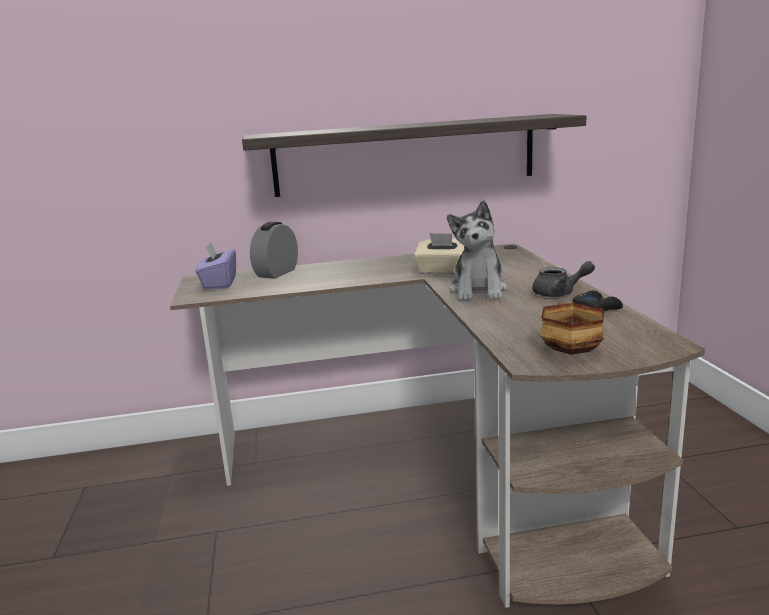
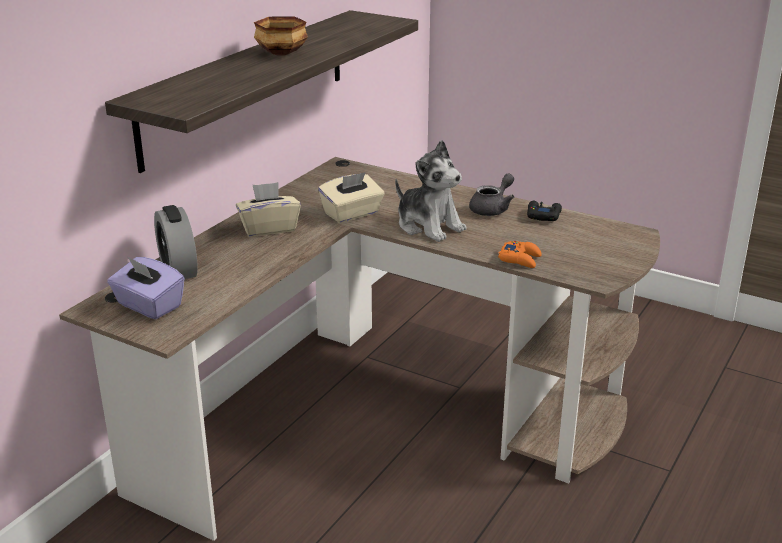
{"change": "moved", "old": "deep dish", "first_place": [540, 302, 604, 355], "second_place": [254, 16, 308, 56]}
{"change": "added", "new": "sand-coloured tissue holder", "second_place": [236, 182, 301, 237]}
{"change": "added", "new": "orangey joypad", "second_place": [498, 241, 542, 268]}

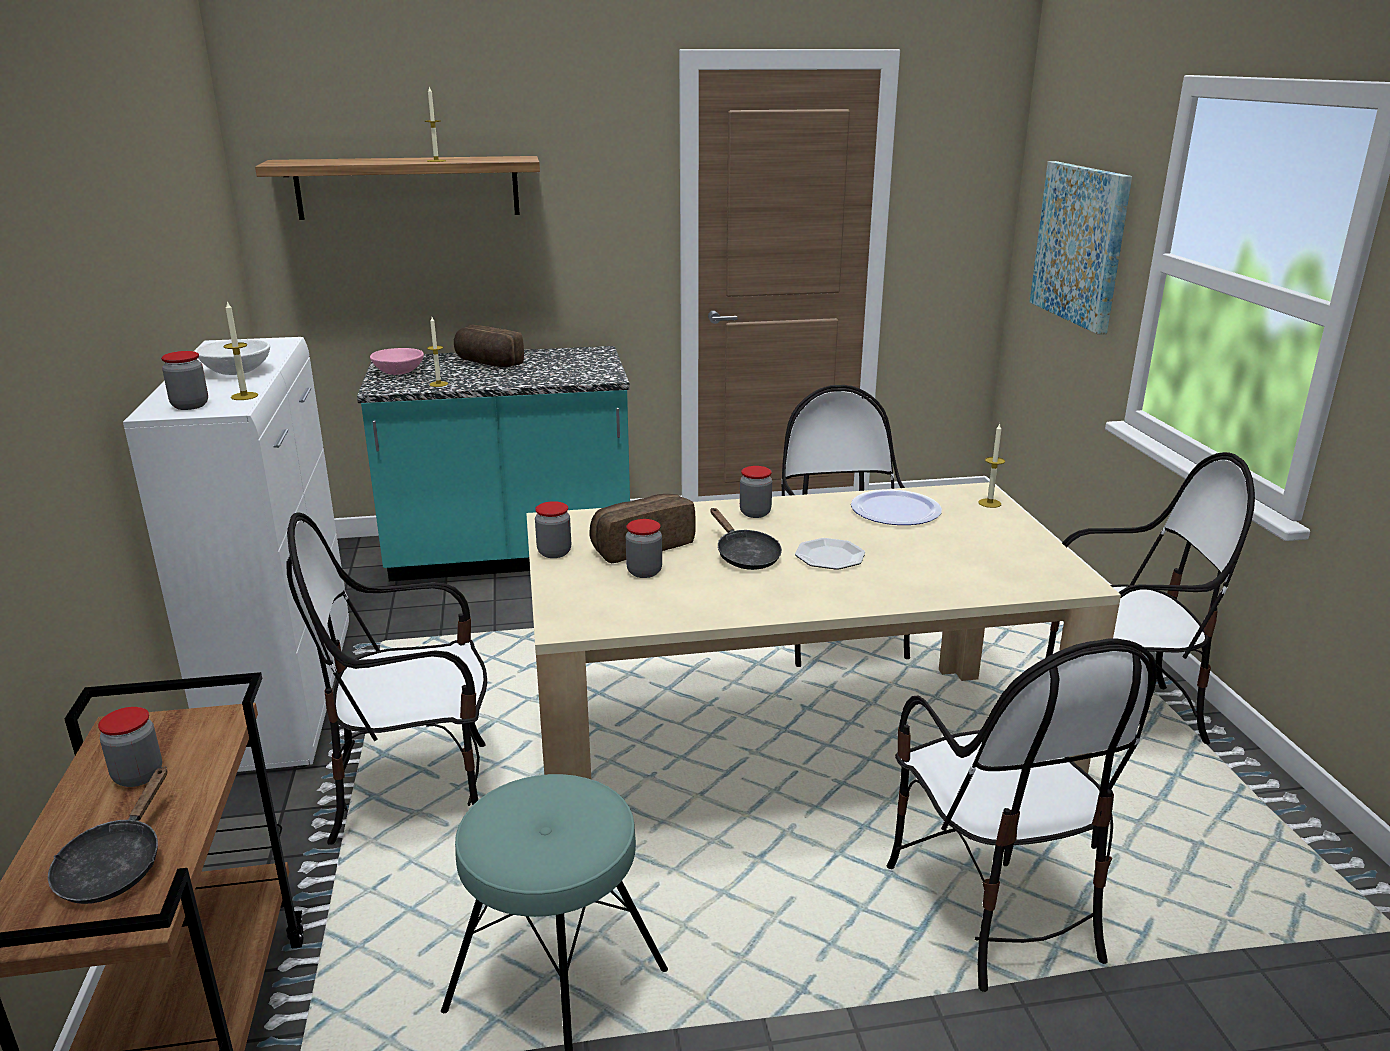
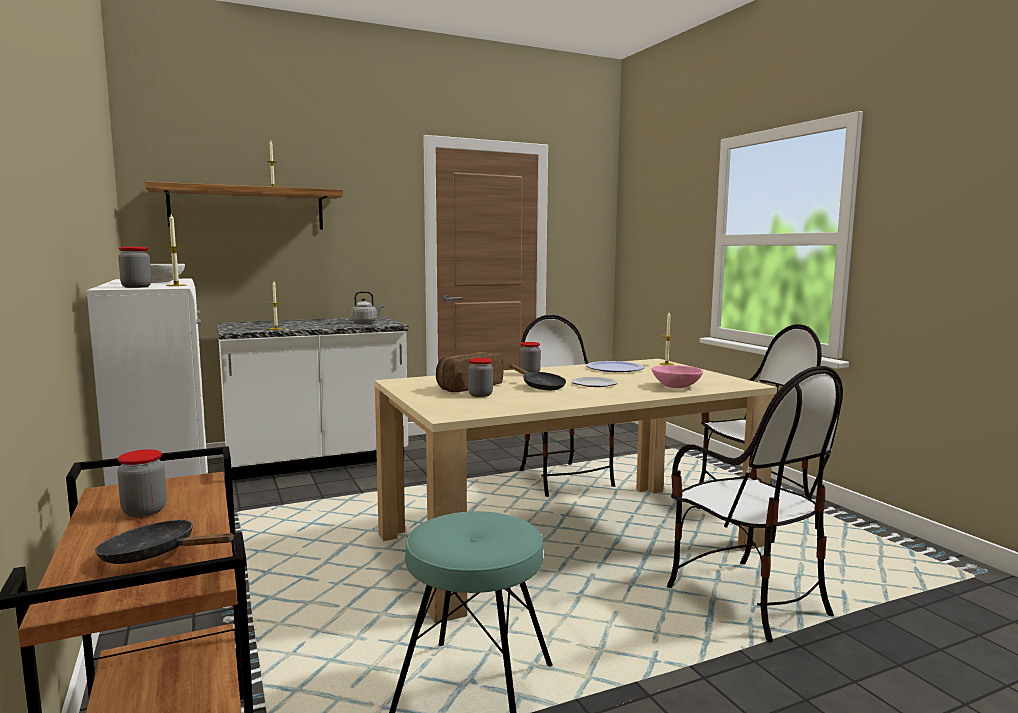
{"change": "turned", "old": "blackish skillet", "first_place": [48, 767, 167, 904], "second_place": [95, 519, 234, 564], "degrees": 120}
{"change": "removed", "old": "chair", "first_place": [287, 512, 487, 845]}
{"change": "recoloured", "old": "turquoise-coloured kitchen counter", "new": "white kitchen counter", "first_place": [357, 346, 630, 581], "second_place": [216, 317, 409, 480]}
{"change": "moved", "old": "pink-coloured deep dish", "first_place": [370, 348, 424, 375], "second_place": [652, 365, 703, 388]}
{"change": "removed", "old": "bread", "first_place": [454, 325, 524, 367]}
{"change": "removed", "old": "preserve jar", "first_place": [535, 501, 571, 558]}
{"change": "removed", "old": "picture", "first_place": [1030, 161, 1132, 335]}
{"change": "added", "new": "gray kettle", "second_place": [351, 291, 384, 323]}

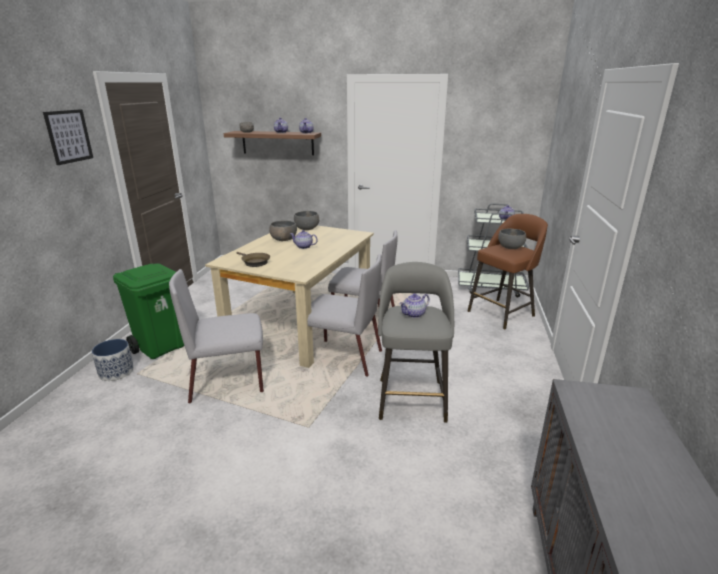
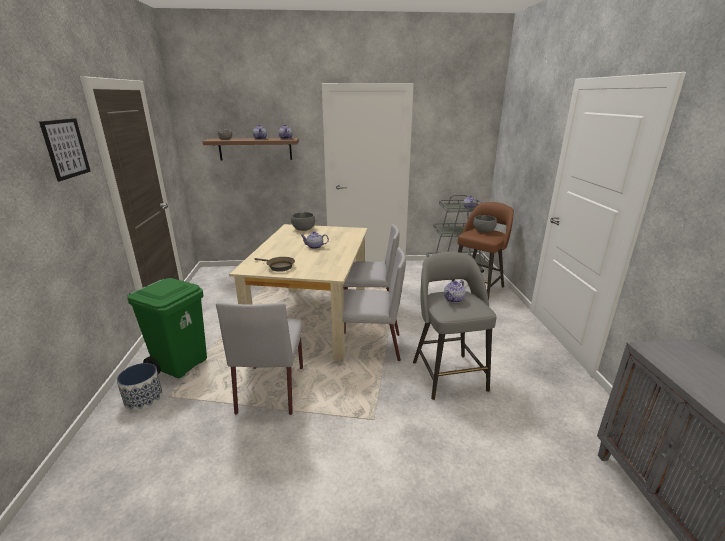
{"change": "turned", "old": "gray chair", "first_place": [169, 269, 264, 403], "second_place": [216, 302, 303, 415], "degrees": -60}
{"change": "removed", "old": "gray deep dish", "first_place": [269, 220, 297, 241]}

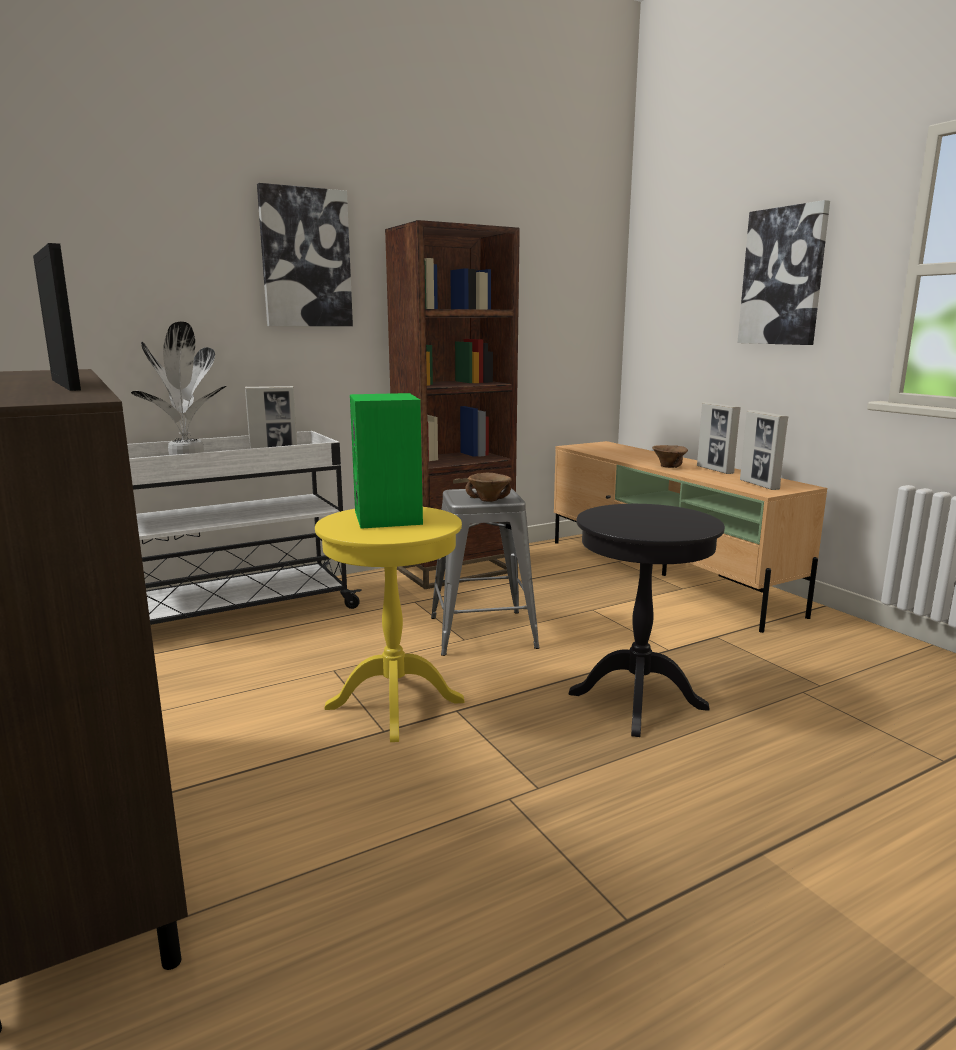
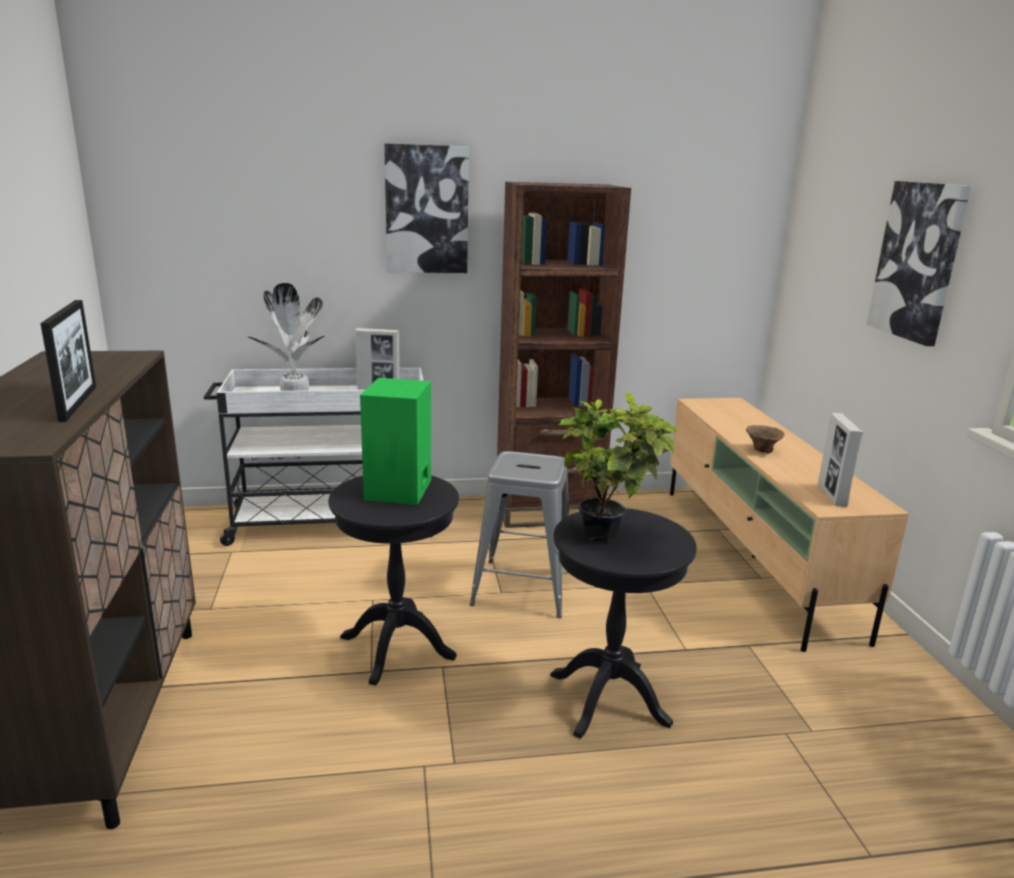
{"change": "recoloured", "old": "yellowish accent table", "new": "blackish accent table", "first_place": [315, 507, 465, 742], "second_place": [328, 475, 459, 685]}
{"change": "removed", "old": "brownish deep dish", "first_place": [465, 473, 512, 502]}
{"change": "removed", "old": "standing frame", "first_place": [697, 402, 741, 474]}
{"change": "added", "new": "houseplant", "second_place": [558, 392, 677, 543]}

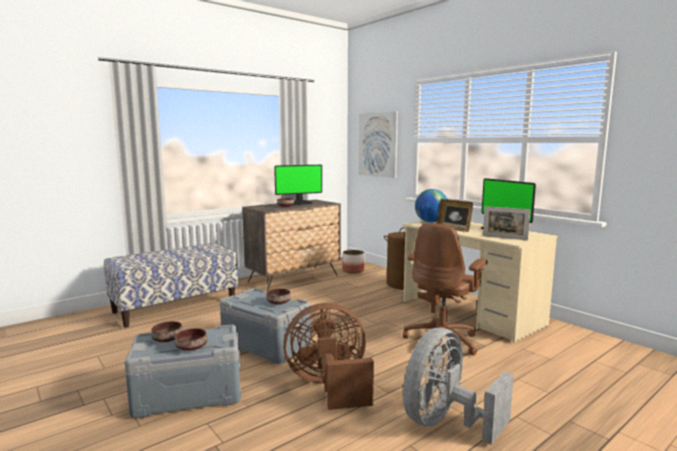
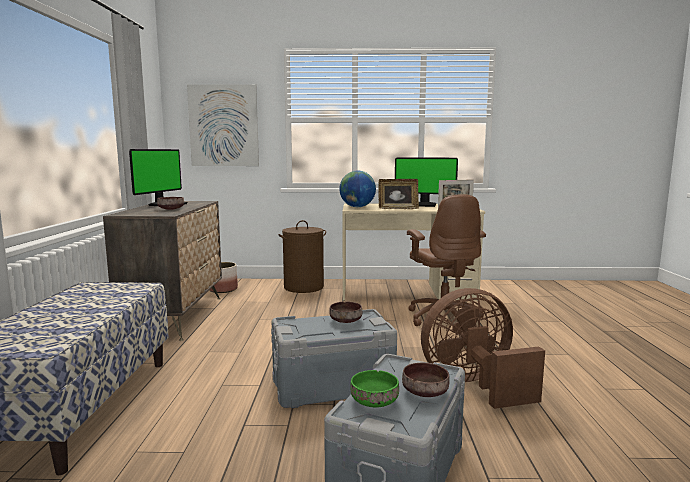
{"change": "recoloured", "old": "brownish deep dish", "new": "green deep dish", "first_place": [151, 321, 183, 342], "second_place": [350, 370, 399, 407]}
{"change": "turned", "old": "brownish electric fan", "first_place": [283, 303, 374, 410], "second_place": [421, 288, 545, 409], "degrees": 45}
{"change": "removed", "old": "gray electric fan", "first_place": [403, 328, 514, 445]}

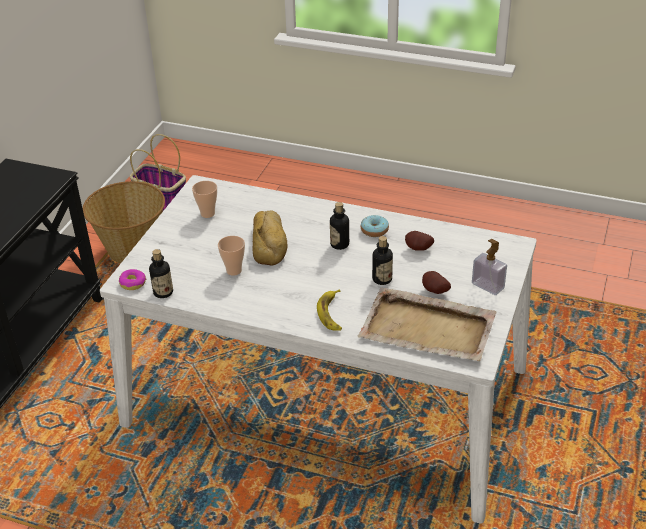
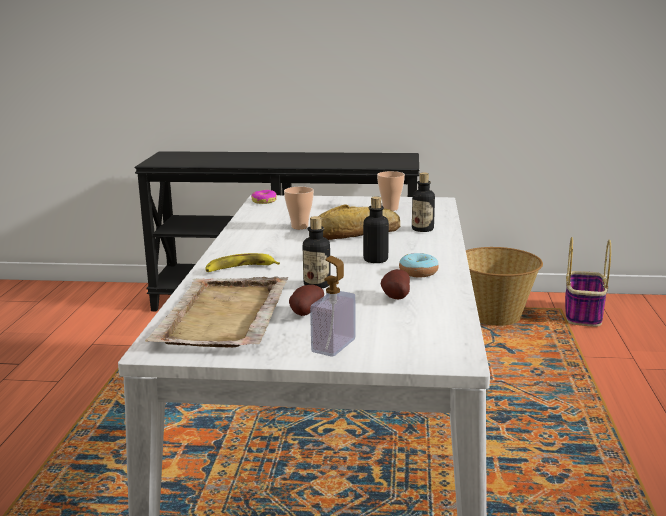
{"change": "moved", "old": "bottle", "first_place": [149, 249, 173, 298], "second_place": [412, 173, 435, 232]}

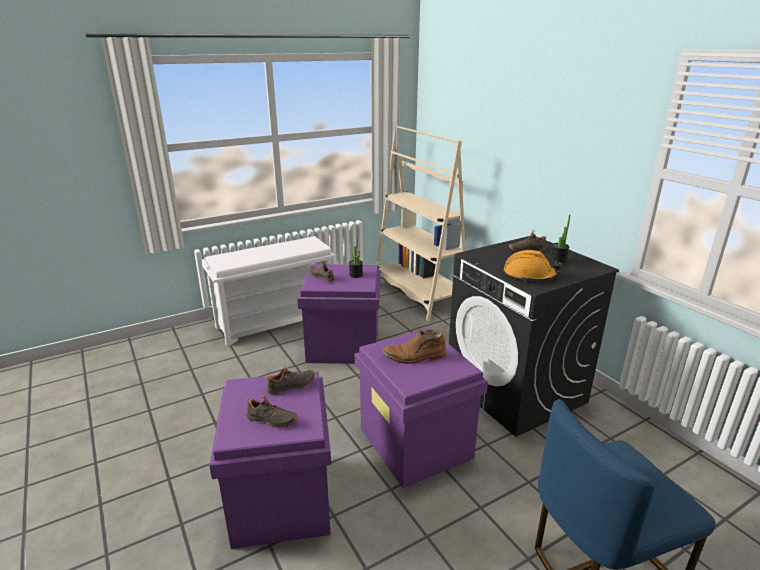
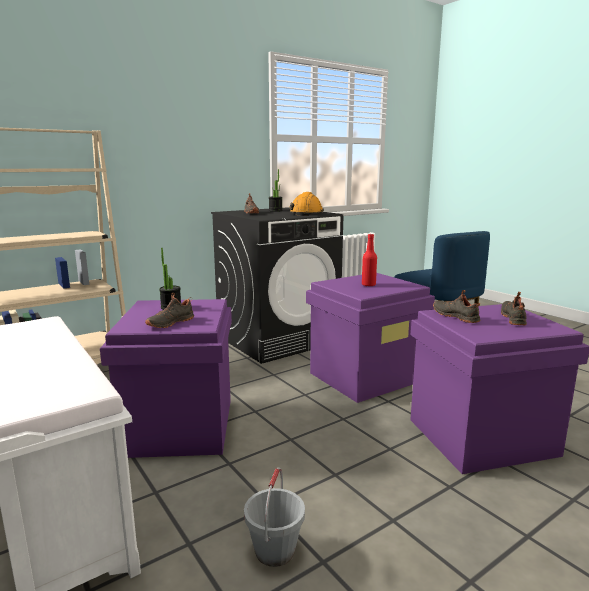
{"change": "replaced", "old": "brownish high-top boot", "new": "red bottle", "first_place": [382, 330, 447, 364], "second_place": [362, 234, 377, 286]}
{"change": "added", "new": "gray water bucket", "second_place": [244, 468, 305, 567]}

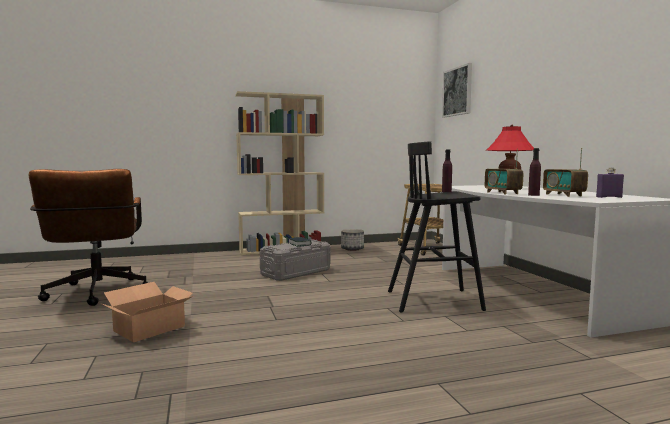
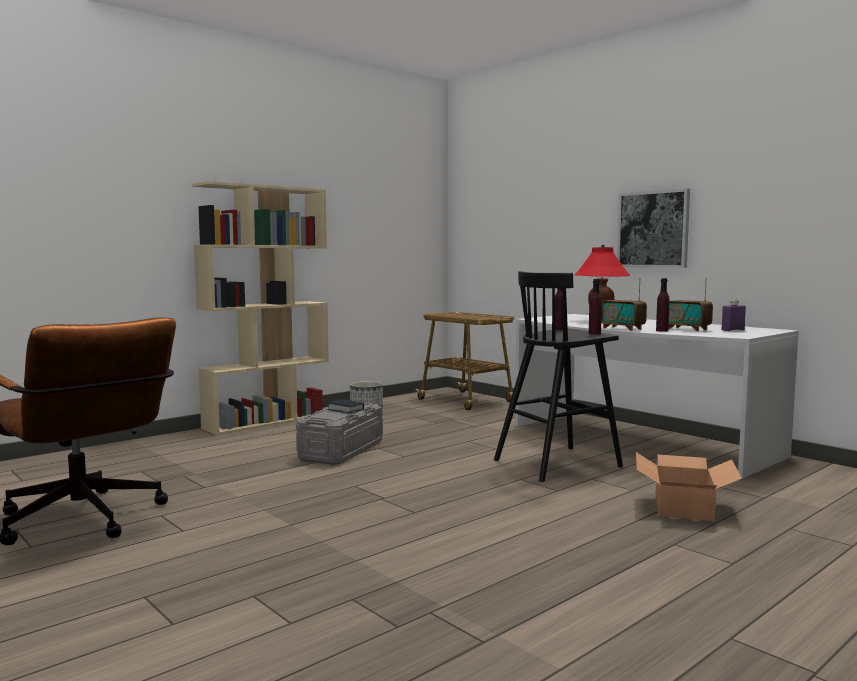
{"change": "moved", "old": "carton", "first_place": [100, 282, 193, 342], "second_place": [636, 452, 742, 521]}
{"change": "moved", "old": "picture", "first_place": [442, 63, 472, 117], "second_place": [617, 188, 690, 268]}
{"change": "added", "new": "purple bottle", "second_place": [589, 279, 602, 334]}

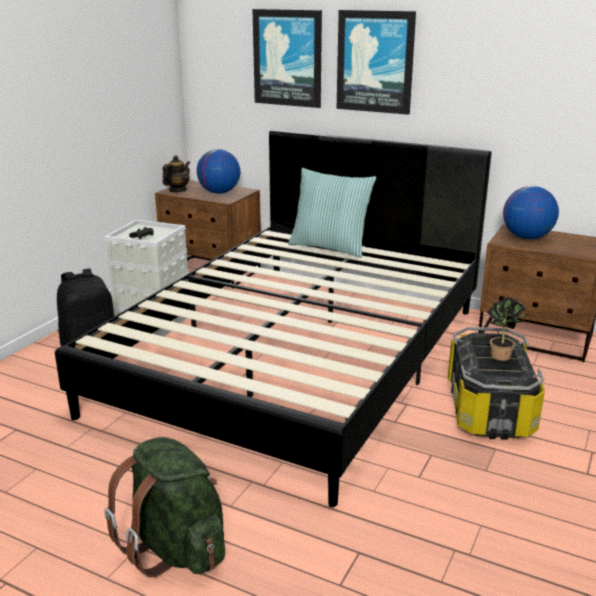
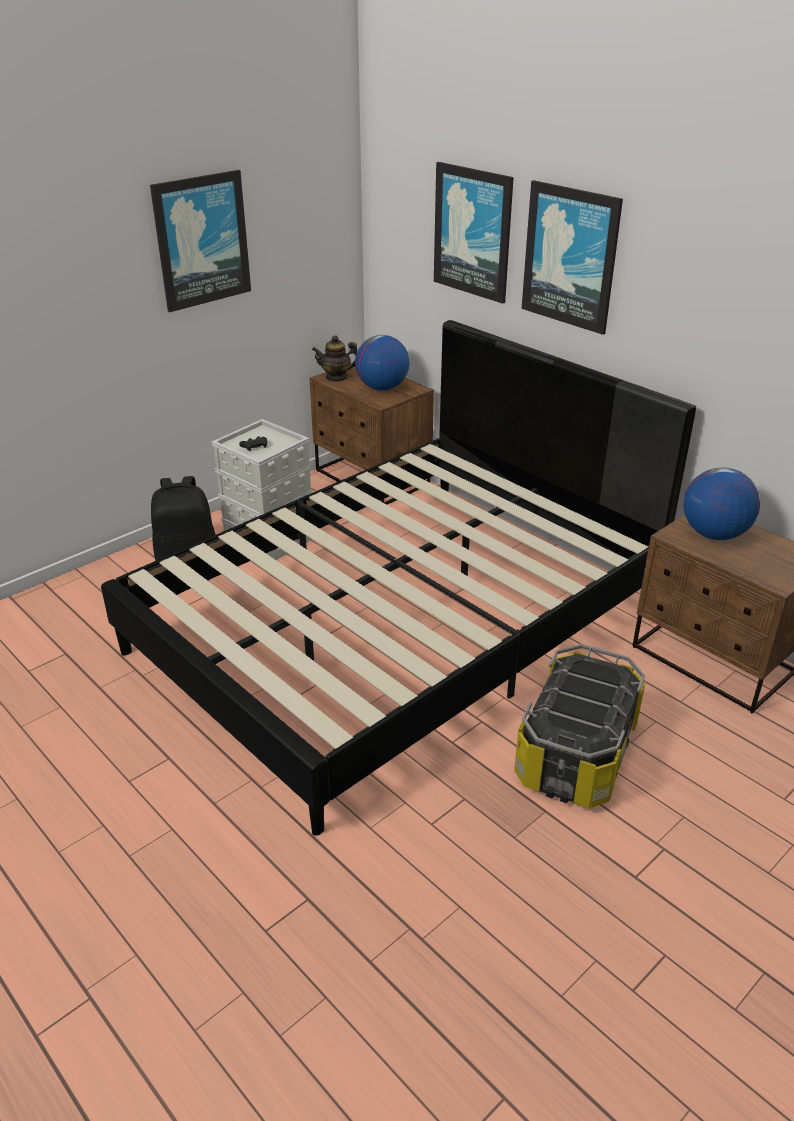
{"change": "removed", "old": "green backpack", "first_place": [104, 437, 225, 578]}
{"change": "turned", "old": "teapot", "first_place": [163, 155, 190, 192], "second_place": [312, 335, 357, 382], "degrees": -150}
{"change": "removed", "old": "cushion", "first_place": [288, 168, 376, 258]}
{"change": "removed", "old": "houseplant", "first_place": [487, 297, 531, 361]}
{"change": "added", "new": "picture", "second_place": [150, 170, 251, 312]}

